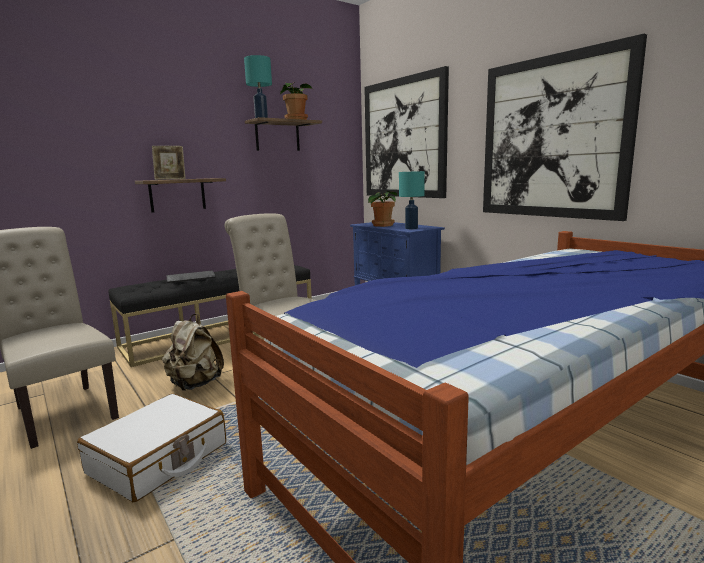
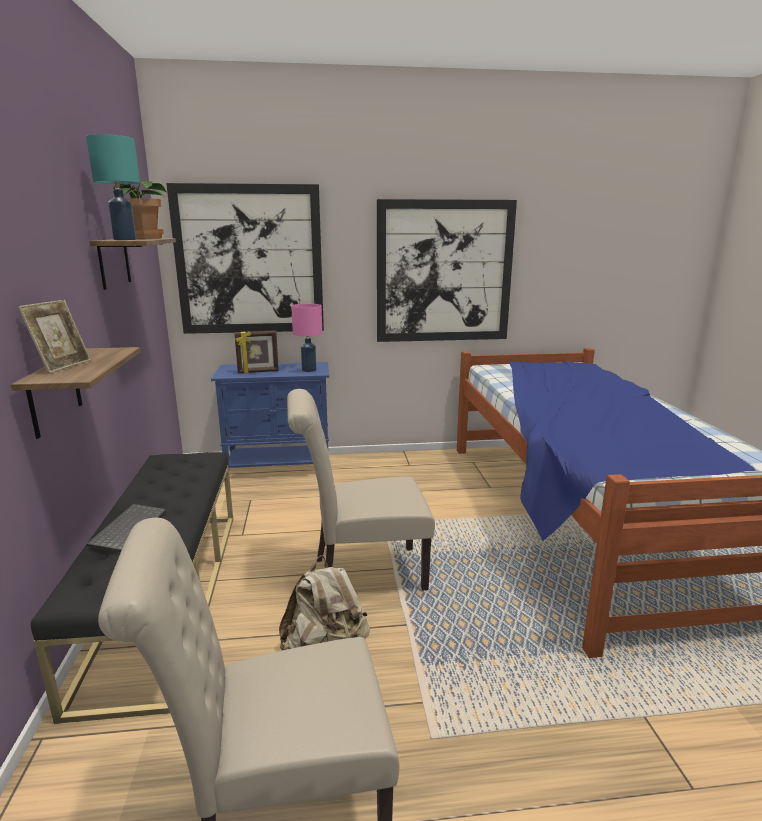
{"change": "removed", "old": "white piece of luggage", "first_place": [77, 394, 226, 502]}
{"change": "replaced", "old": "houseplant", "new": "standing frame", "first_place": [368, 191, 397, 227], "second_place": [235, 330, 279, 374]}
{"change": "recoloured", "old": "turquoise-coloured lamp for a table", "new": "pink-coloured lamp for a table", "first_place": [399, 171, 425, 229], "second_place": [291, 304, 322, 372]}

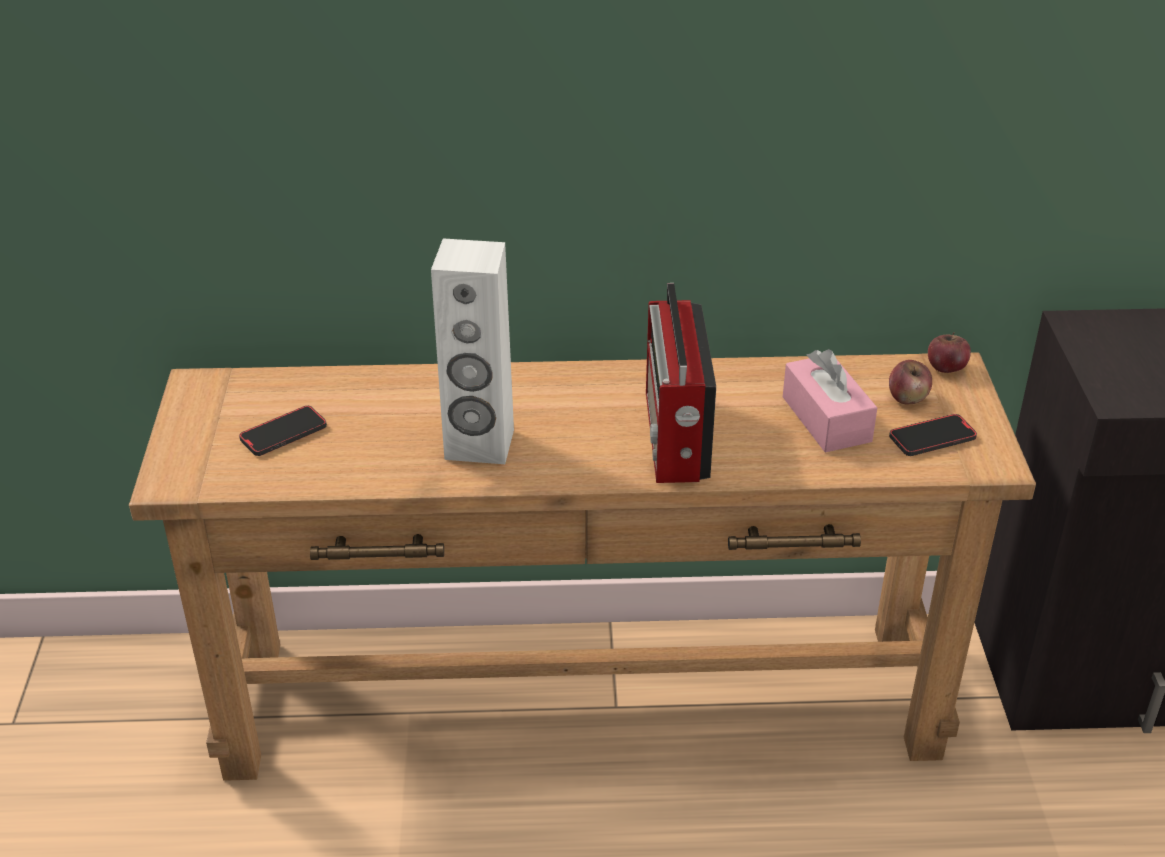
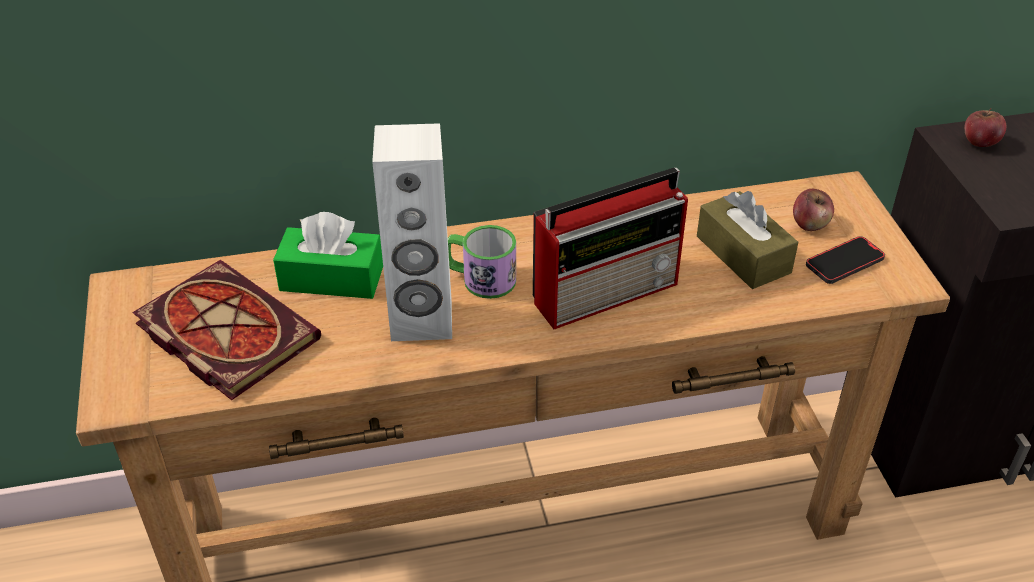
{"change": "replaced", "old": "phone", "new": "volume", "first_place": [239, 406, 327, 456], "second_place": [132, 260, 321, 400]}
{"change": "turned", "old": "radio receiver", "first_place": [646, 283, 716, 483], "second_place": [533, 168, 688, 329], "degrees": -105}
{"change": "recoloured", "old": "pink-coloured tissue holder", "new": "brownish tissue holder", "first_place": [783, 349, 877, 453], "second_place": [697, 191, 798, 289]}
{"change": "moved", "old": "apple fruit", "first_place": [928, 332, 971, 373], "second_place": [964, 108, 1006, 147]}
{"change": "added", "new": "green tissue holder", "second_place": [273, 212, 383, 299]}
{"change": "added", "new": "coffee mug", "second_place": [448, 225, 516, 299]}

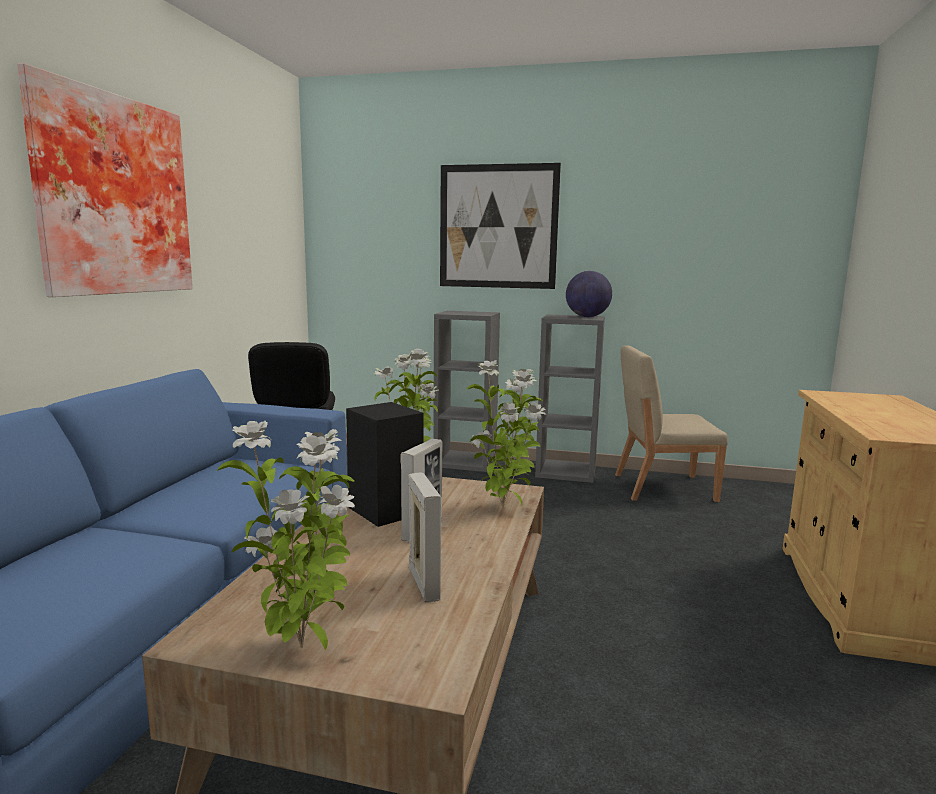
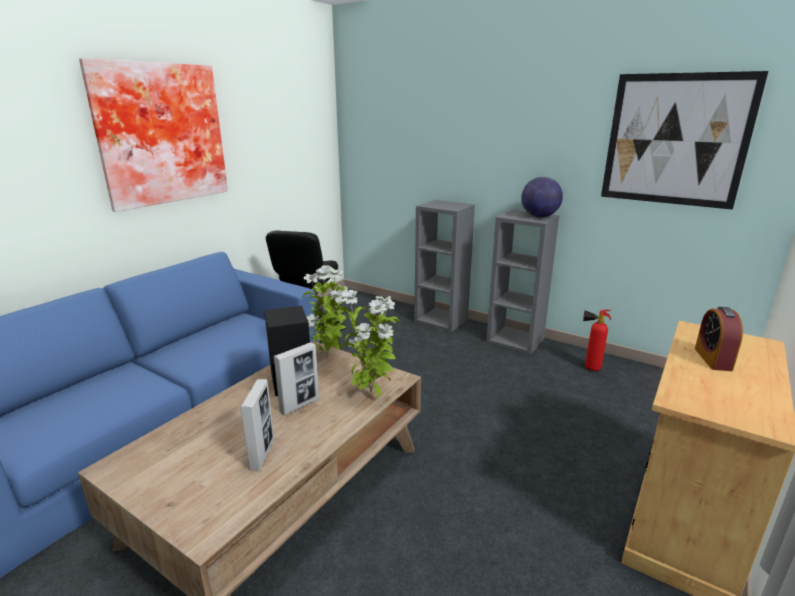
{"change": "removed", "old": "houseplant", "first_place": [217, 421, 355, 650]}
{"change": "moved", "old": "picture", "first_place": [440, 163, 561, 289], "second_place": [601, 71, 768, 210]}
{"change": "replaced", "old": "sand-coloured chair", "new": "fire-fighting cylinder", "first_place": [615, 345, 728, 502], "second_place": [583, 310, 611, 371]}
{"change": "added", "new": "table clock", "second_place": [695, 307, 743, 371]}

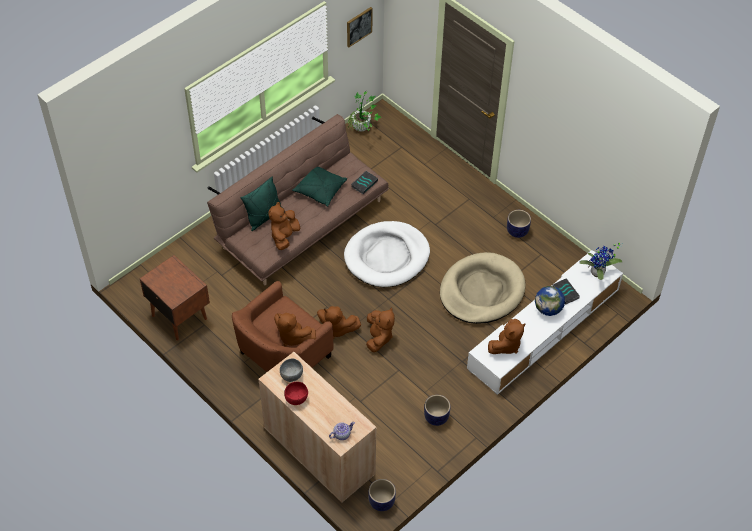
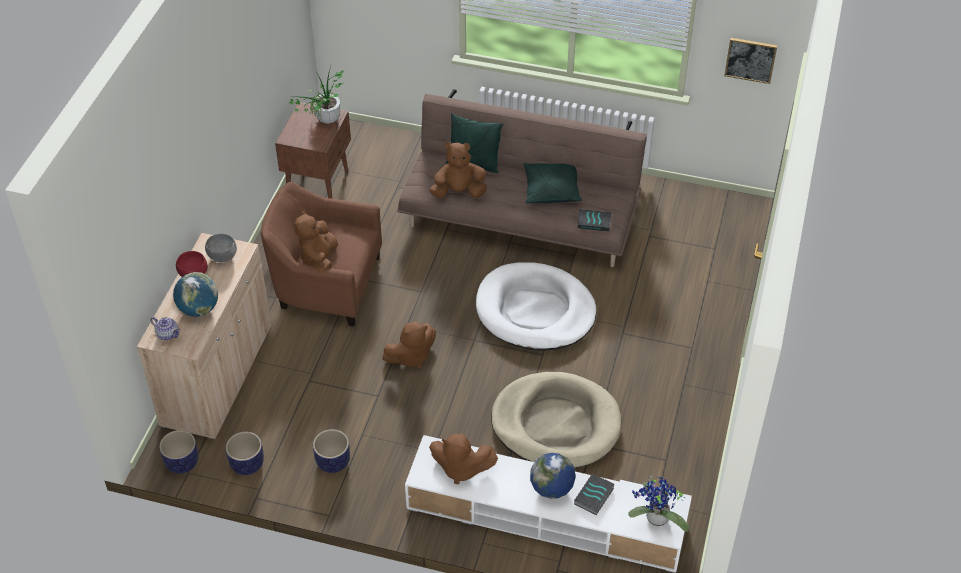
{"change": "removed", "old": "brownish cuddly toy", "first_place": [317, 306, 361, 339]}
{"change": "moved", "old": "houseplant", "first_place": [347, 89, 381, 131], "second_place": [289, 66, 344, 124]}
{"change": "moved", "old": "planter", "first_place": [507, 210, 531, 238], "second_place": [225, 432, 264, 475]}
{"change": "added", "new": "desk globe", "second_place": [173, 272, 218, 317]}

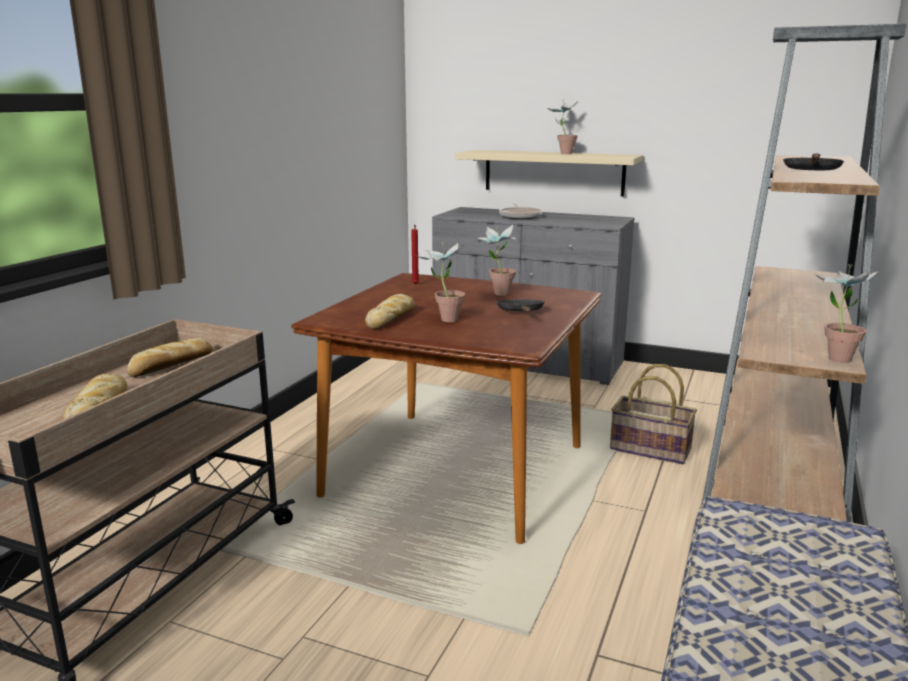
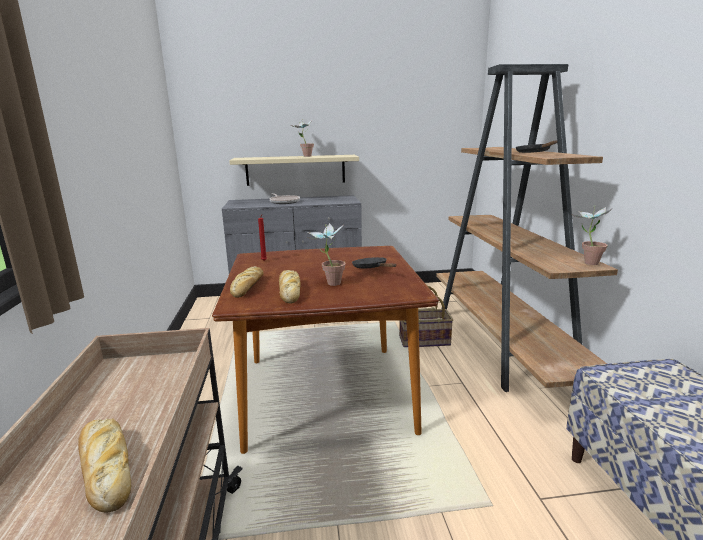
{"change": "moved", "old": "bread", "first_place": [127, 338, 213, 377], "second_place": [230, 267, 263, 298]}
{"change": "removed", "old": "houseplant", "first_place": [476, 225, 517, 296]}

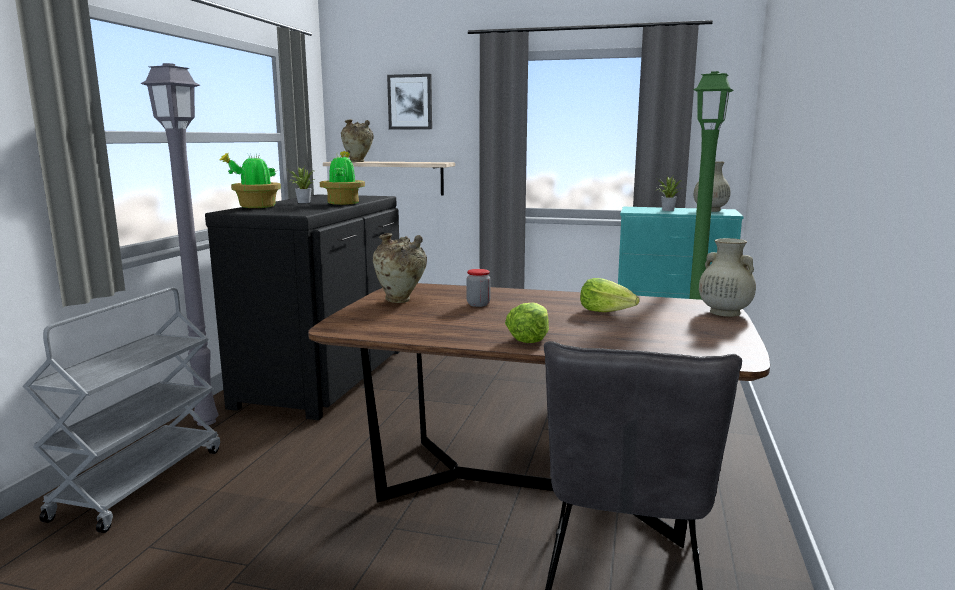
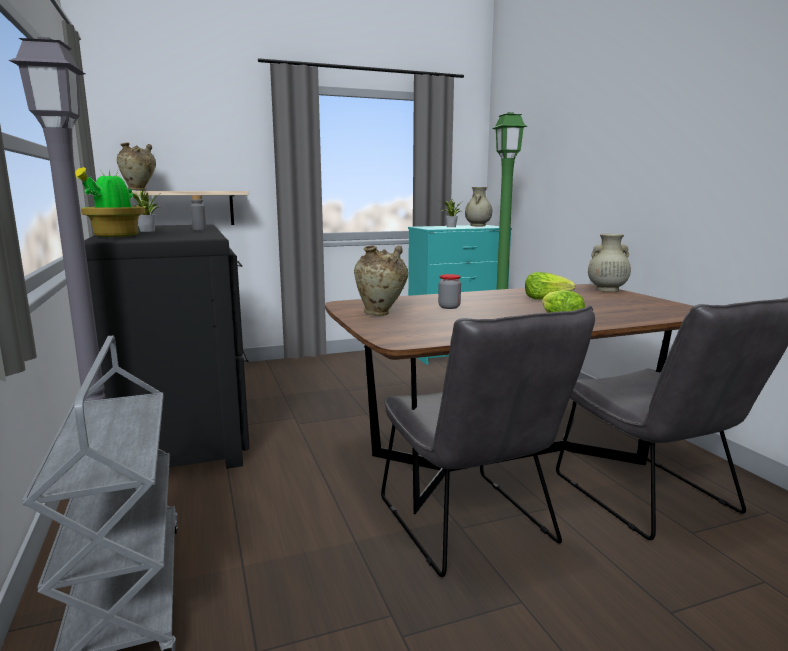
{"change": "replaced", "old": "houseplant", "new": "gray bottle", "first_place": [320, 151, 365, 205], "second_place": [191, 195, 206, 230]}
{"change": "removed", "old": "picture", "first_place": [387, 74, 432, 130]}
{"change": "added", "new": "gray chair", "second_place": [381, 305, 595, 577]}

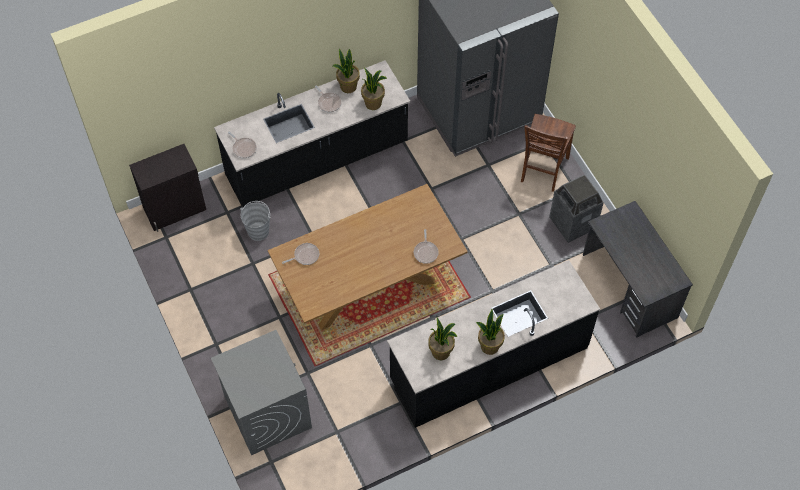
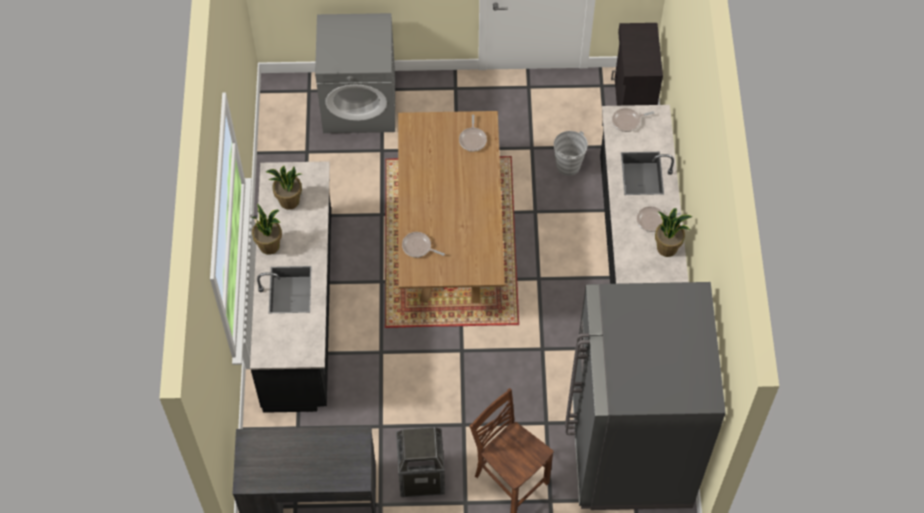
{"change": "removed", "old": "houseplant", "first_place": [361, 68, 387, 110]}

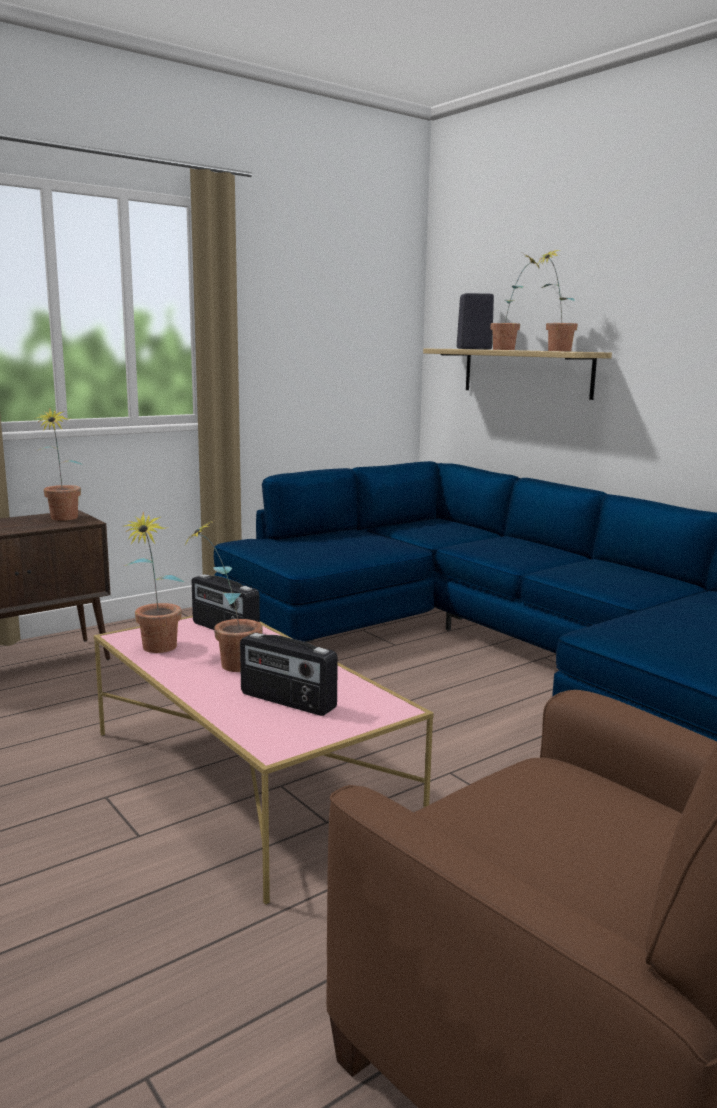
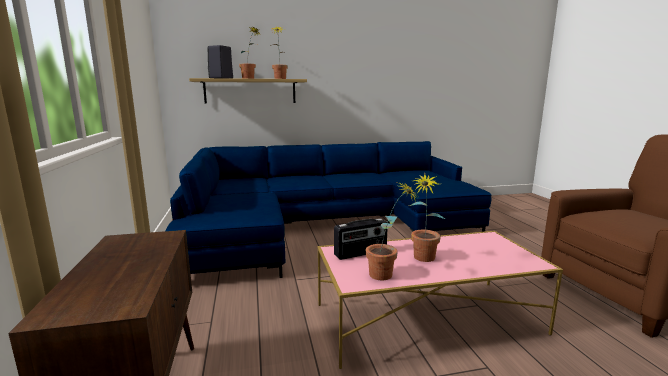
{"change": "removed", "old": "houseplant", "first_place": [37, 408, 83, 521]}
{"change": "removed", "old": "radio receiver", "first_place": [240, 633, 338, 716]}

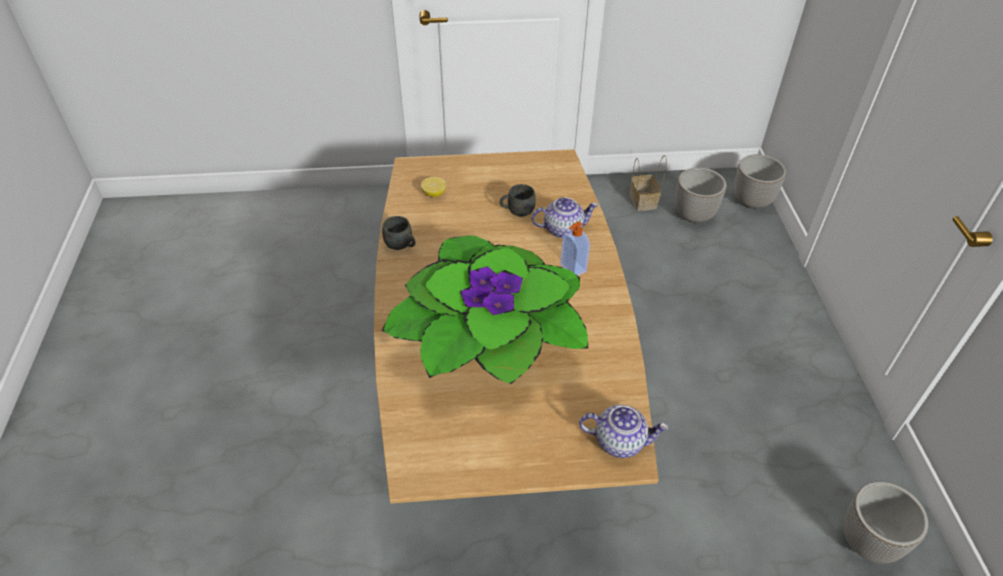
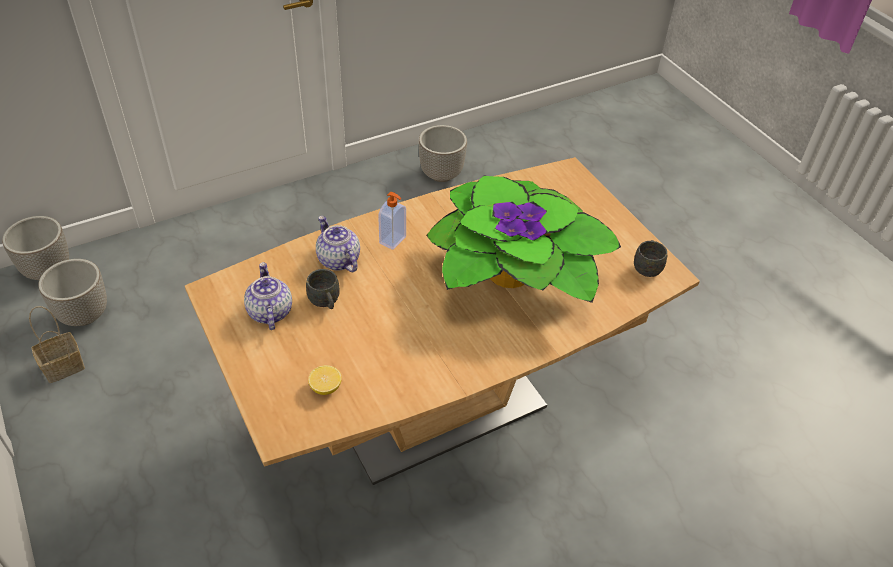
{"change": "moved", "old": "gray coffee mug", "first_place": [382, 216, 416, 250], "second_place": [634, 240, 667, 277]}
{"change": "moved", "old": "teapot", "first_place": [579, 405, 668, 458], "second_place": [244, 262, 292, 330]}

